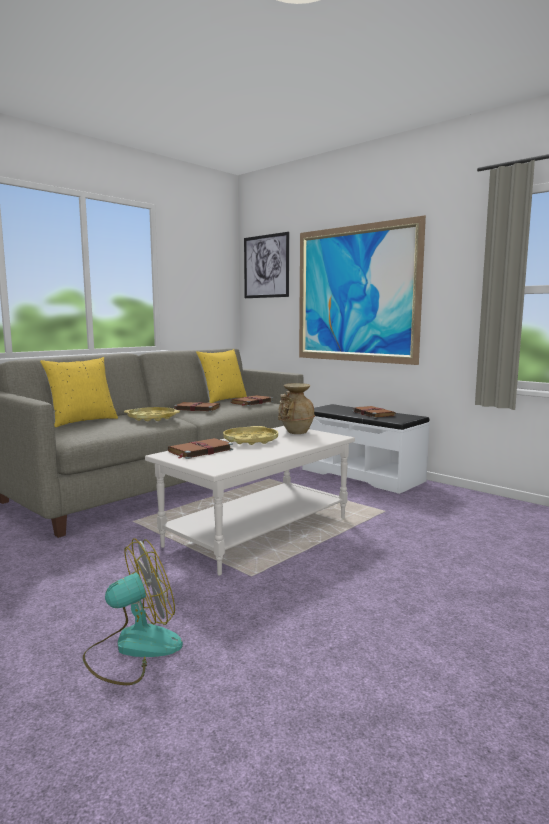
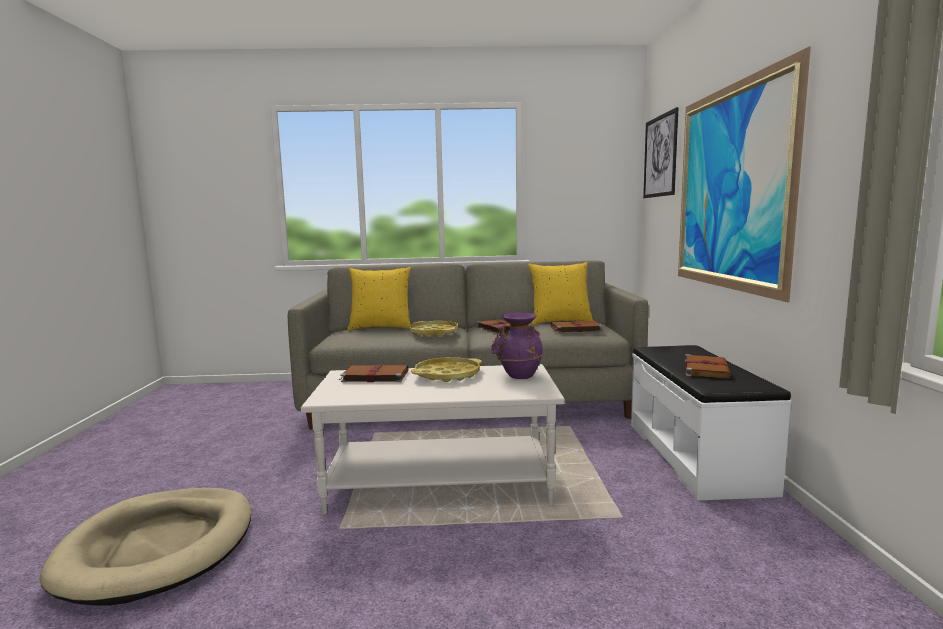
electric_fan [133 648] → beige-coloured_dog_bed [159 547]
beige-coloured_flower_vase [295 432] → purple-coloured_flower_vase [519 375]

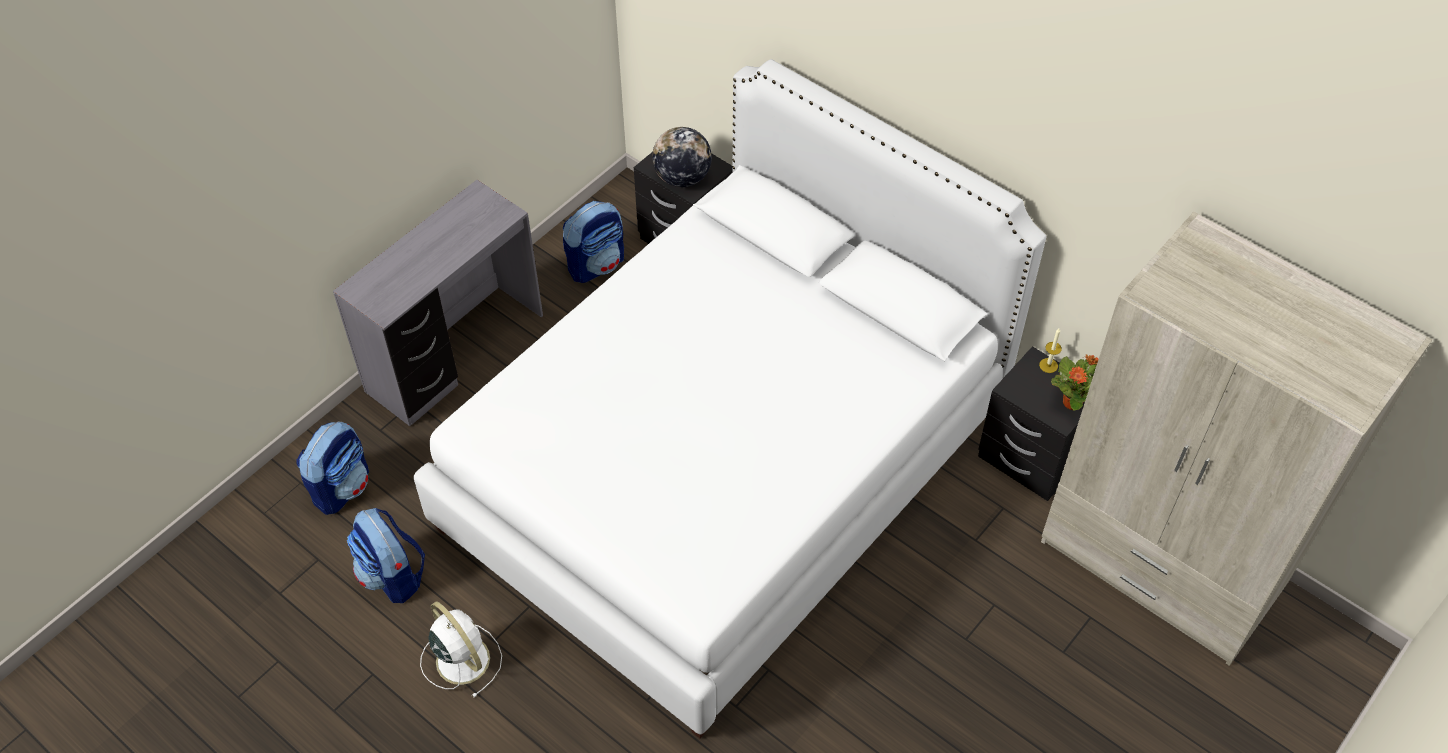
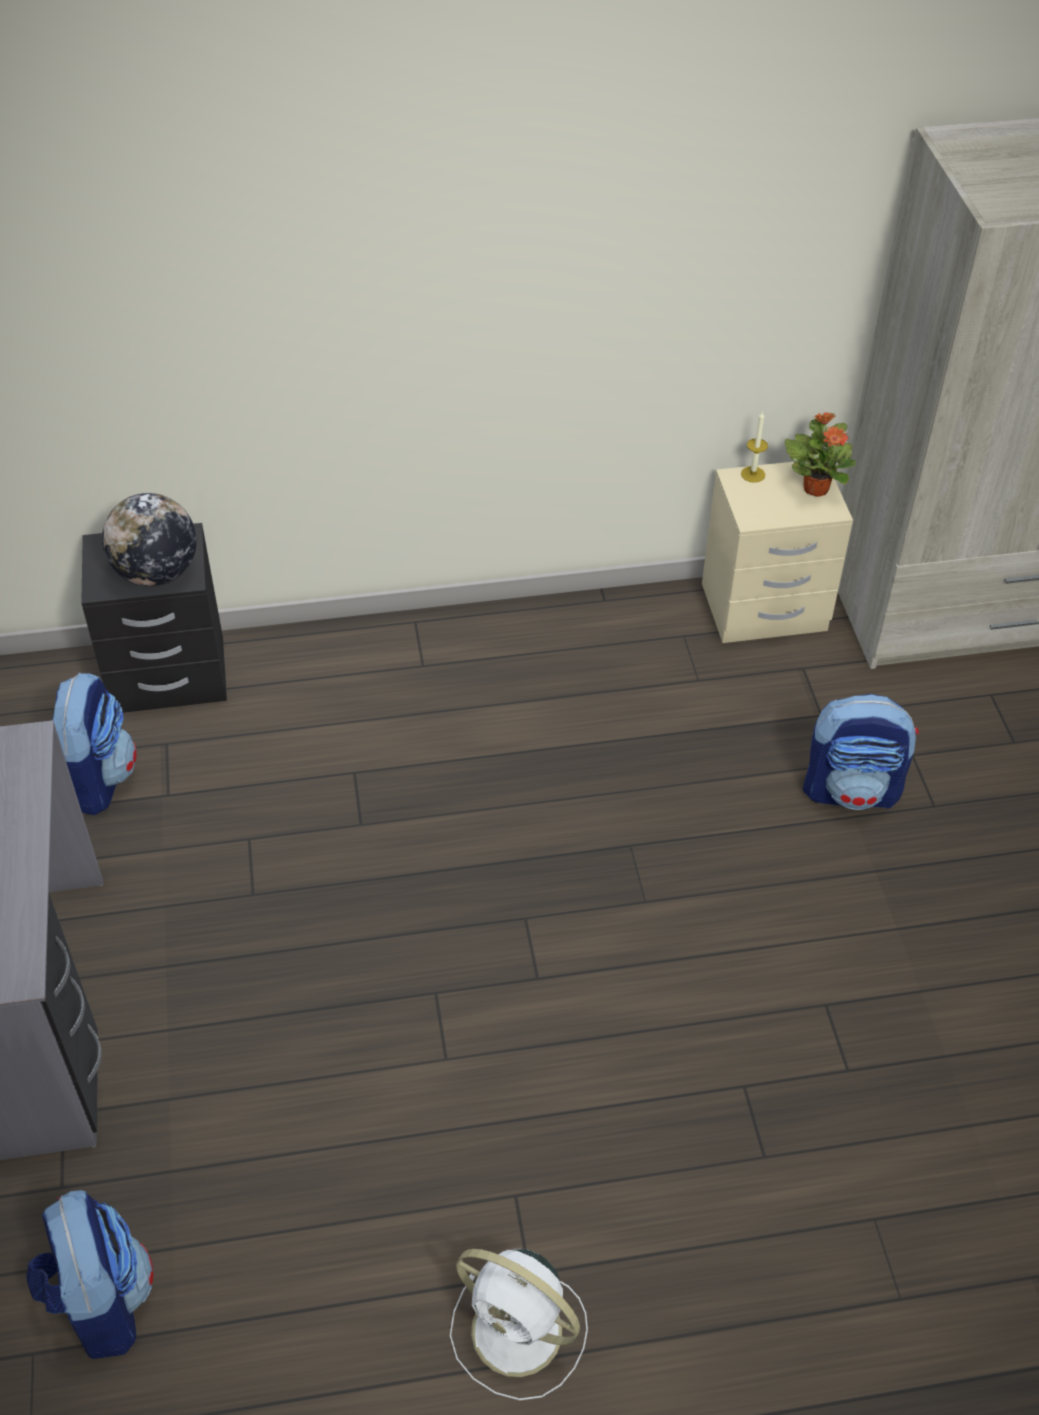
white_bed [724 467] → -
rucksack [393 576] → rucksack [851 790], move
black_bedside_table [1030 458] → beige-coloured_bedside_table [764 608]
white_electric_fan [461 658] → white_electric_fan [520 1333], 150 degrees counterclockwise

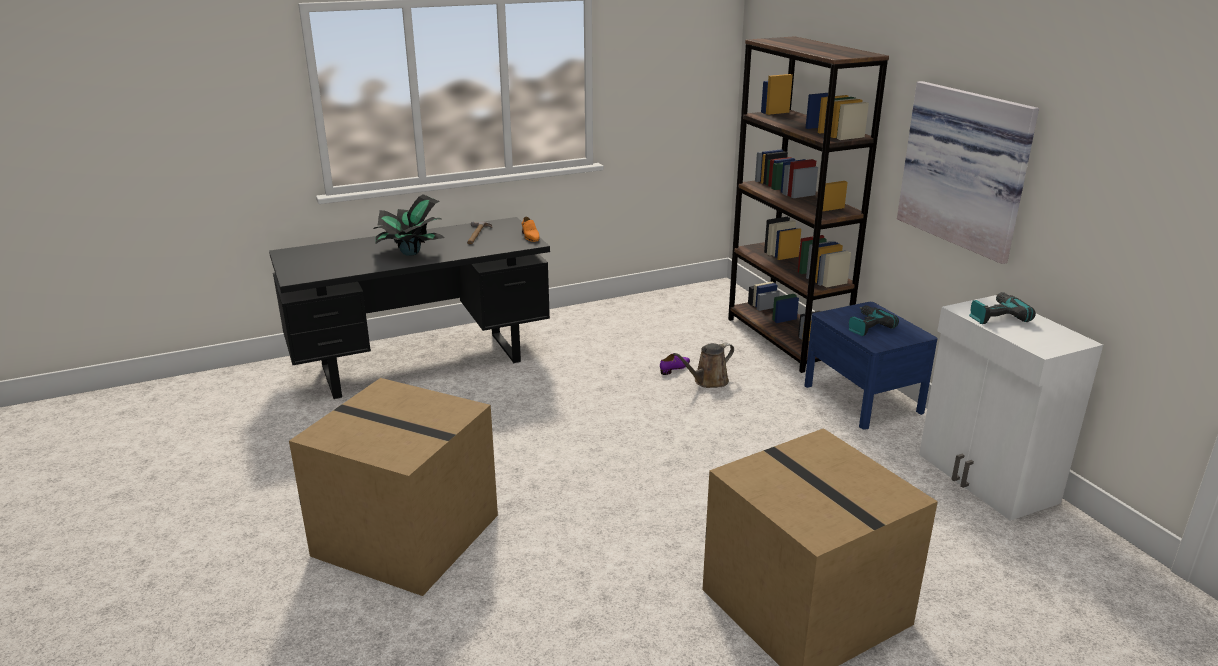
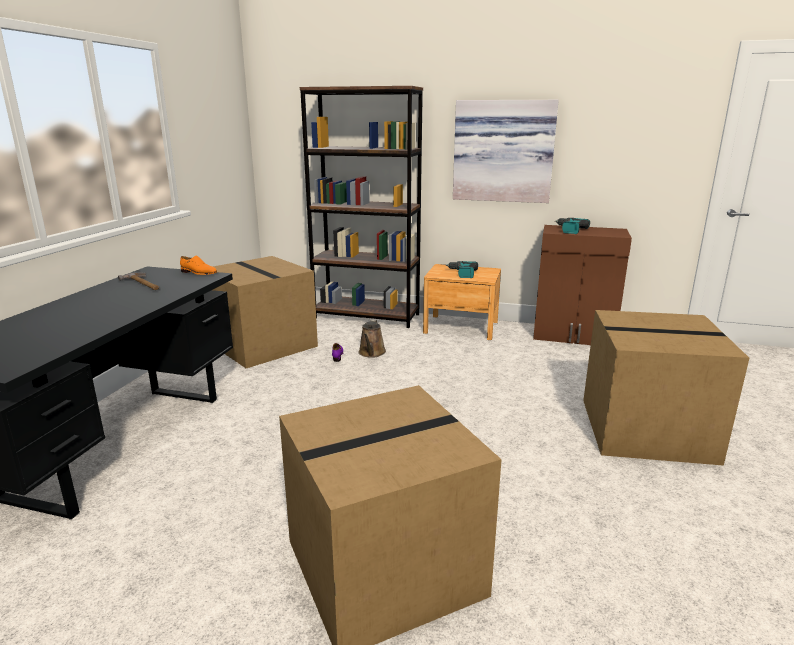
houseplant [411 253] → -
- → cardboard_box [265 345]
blue_bedside_table [862 398] → brownish_bedside_table [461 327]
white_storage_cabinet [986 479] → brownish_storage_cabinet [573 336]

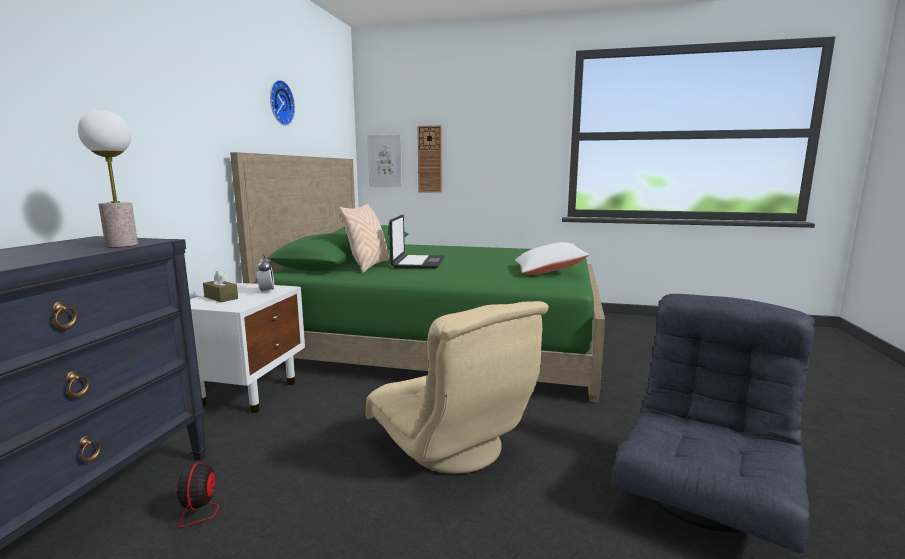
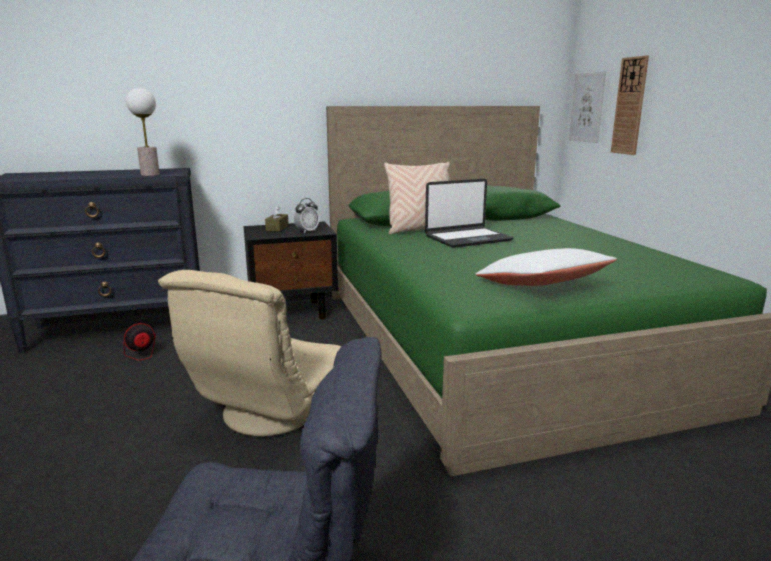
wall_clock [279 103] → -
white_bedside_table [249 392] → black_bedside_table [294 312]

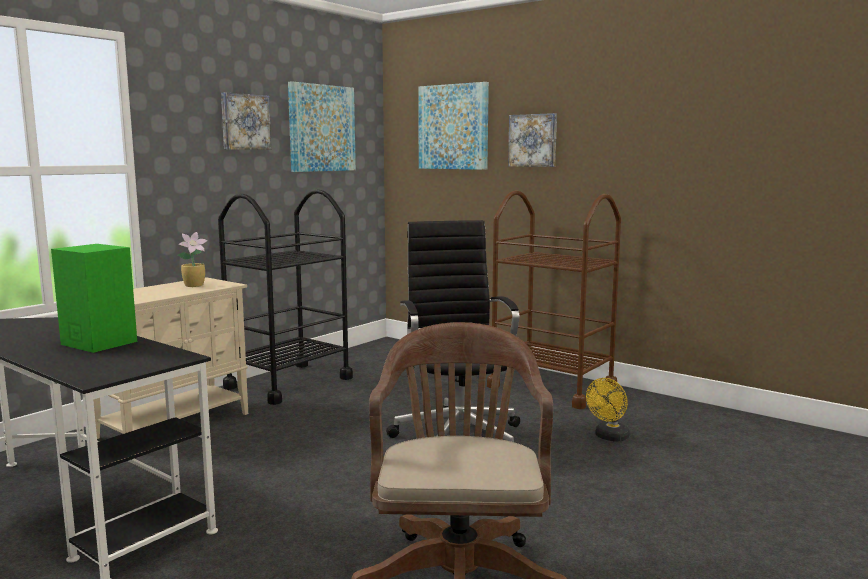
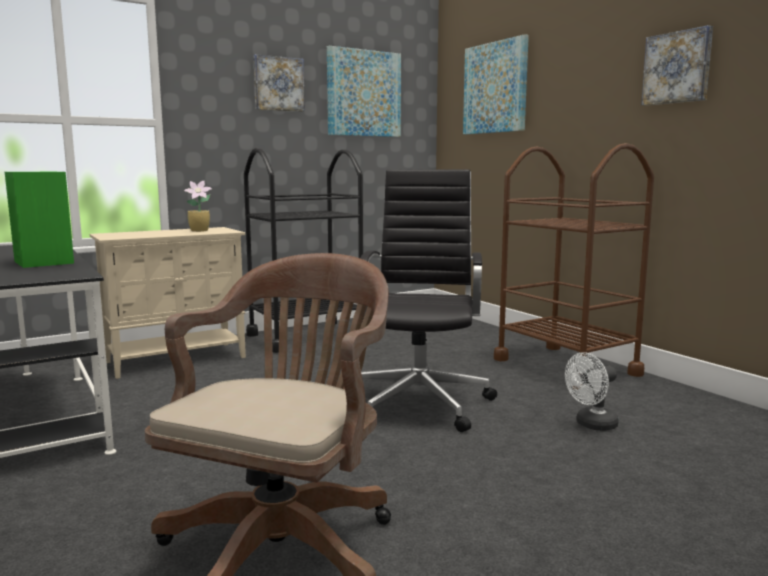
wall_art [533 140] → wall_art [677 68], move
yellow-coloured_electric_fan [609 437] → white_electric_fan [591 425]

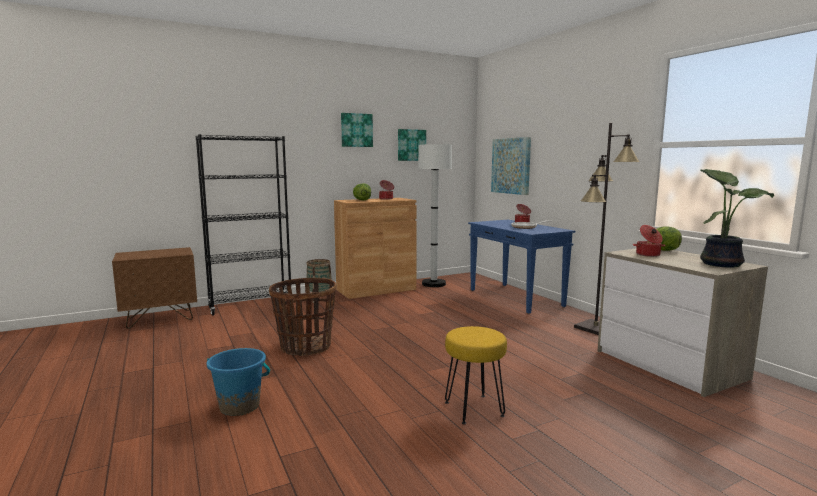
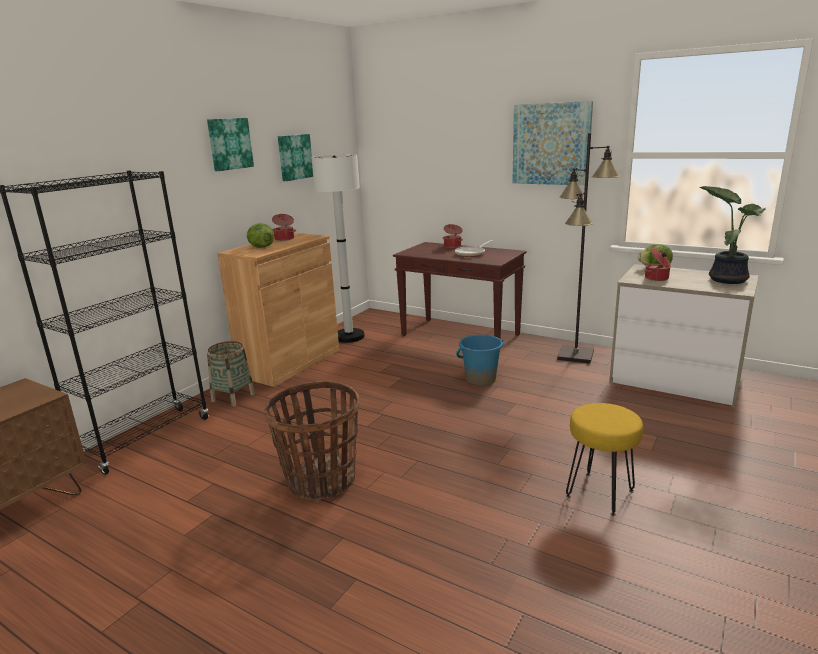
blue_bucket [240 406] → blue_bucket [480 379], move
wall_art [511 166] → wall_art [551 144], move
blue_console_table [516 298] → brownish_console_table [461 335]

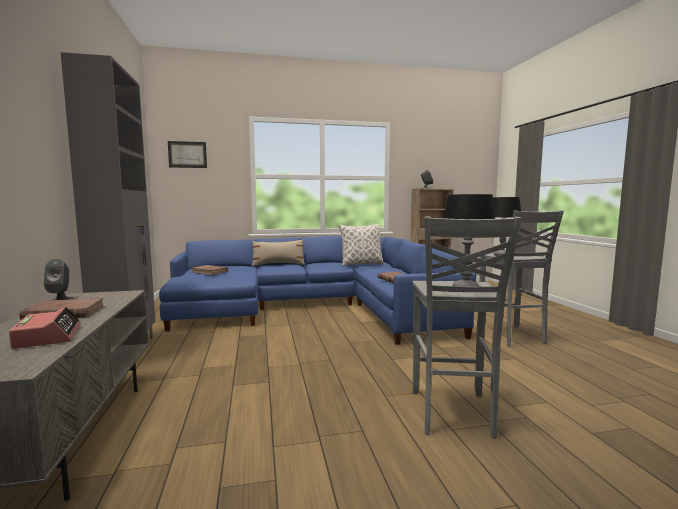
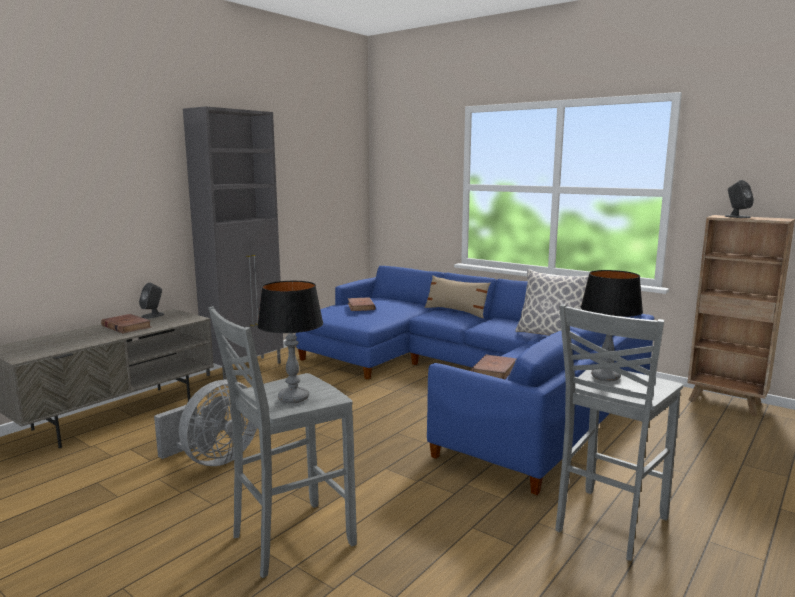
bedside_clock [48 336] → -
wall_art [187 154] → -
- → greyish_electric_fan [214 460]

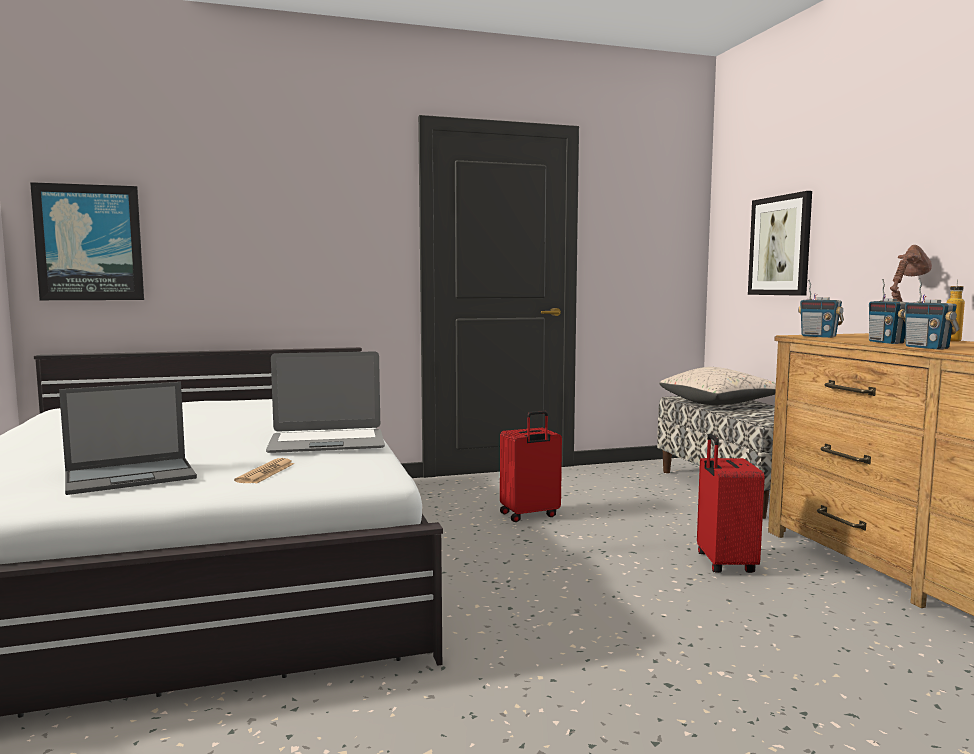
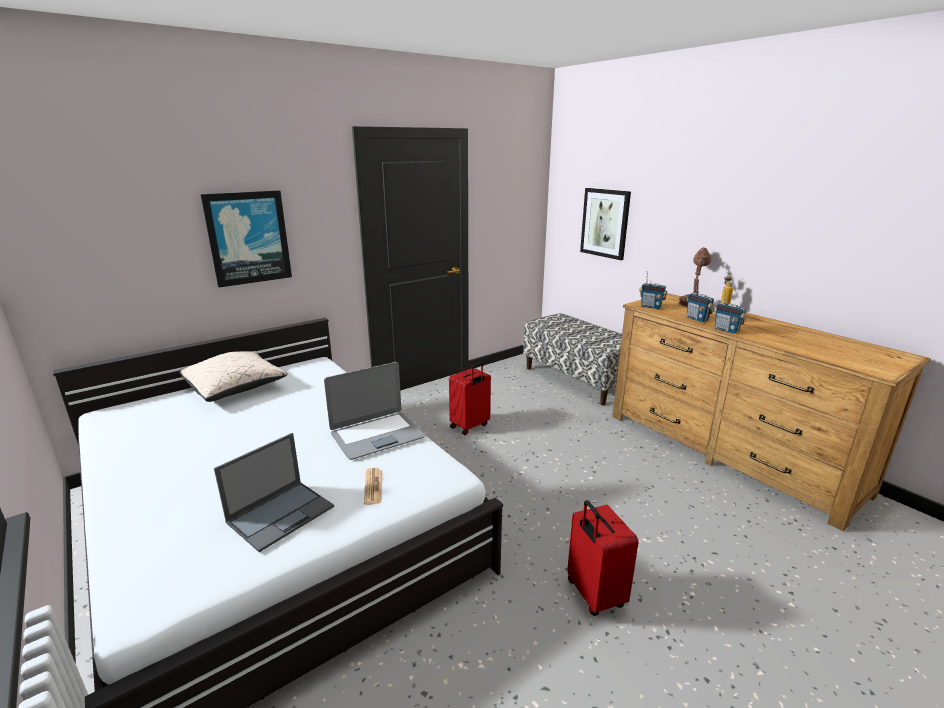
wall_art [89 243] → wall_art [248 238], move
beige-coloured_cushion [719 403] → beige-coloured_cushion [236 388], move
reddish_suitcase [724 564] → reddish_suitcase [594 595], move

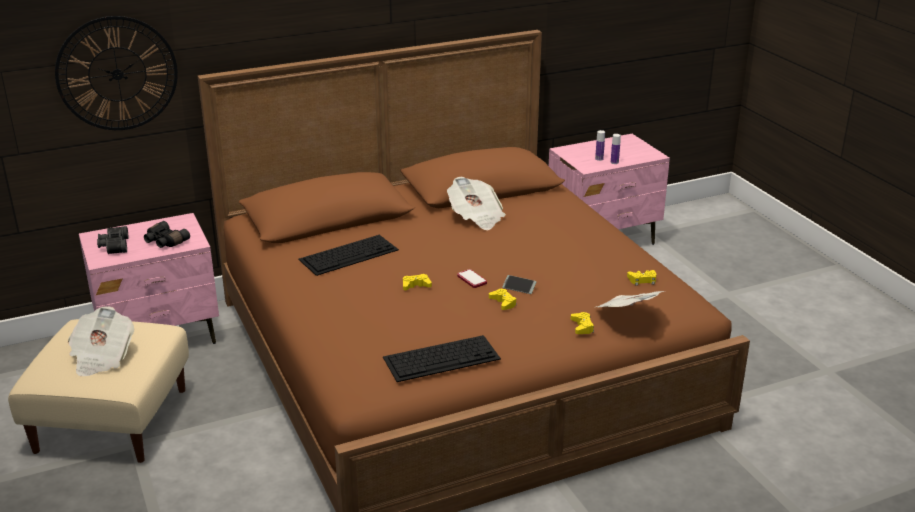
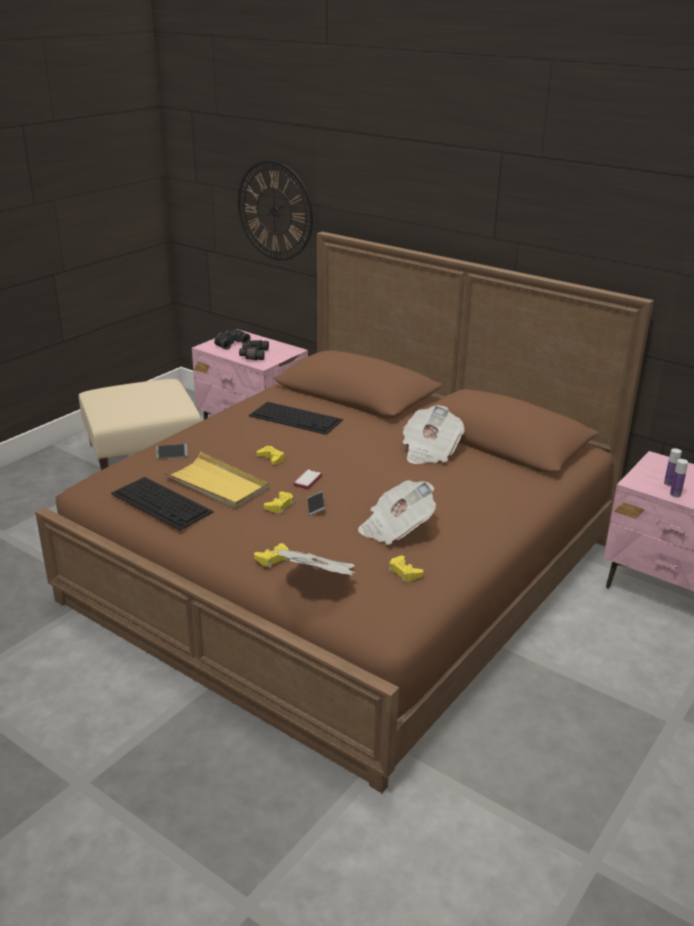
- → telephone [172 454]
- → yellow-coloured_tray [216 484]
printed_paper [102 357] → printed_paper [395 529], move

